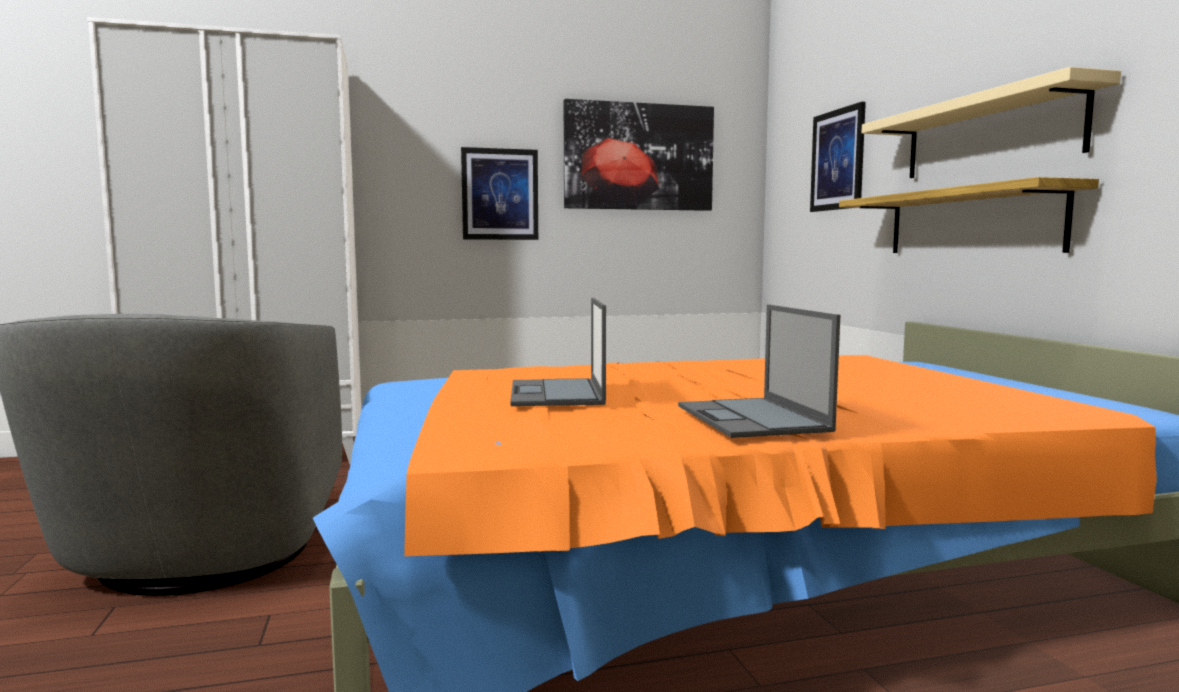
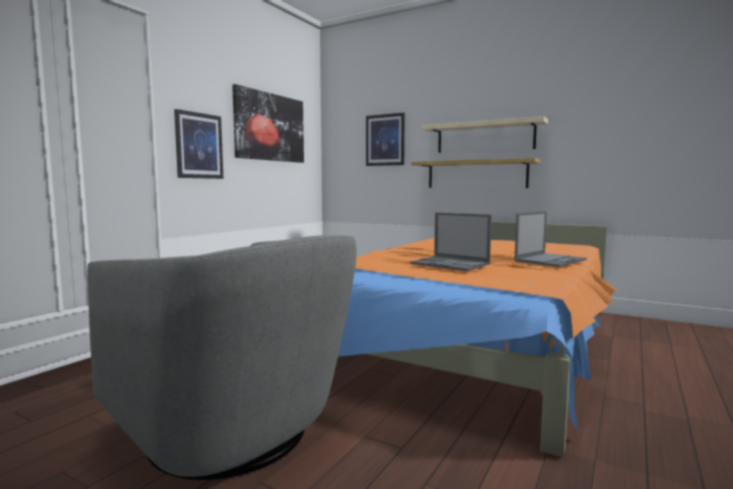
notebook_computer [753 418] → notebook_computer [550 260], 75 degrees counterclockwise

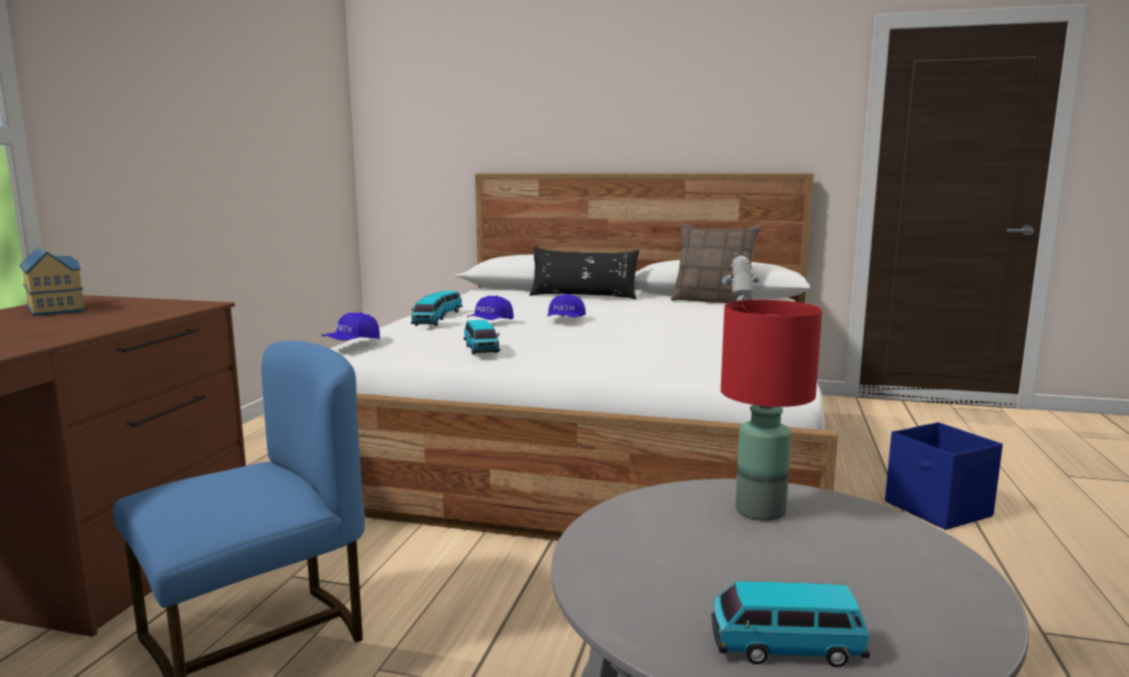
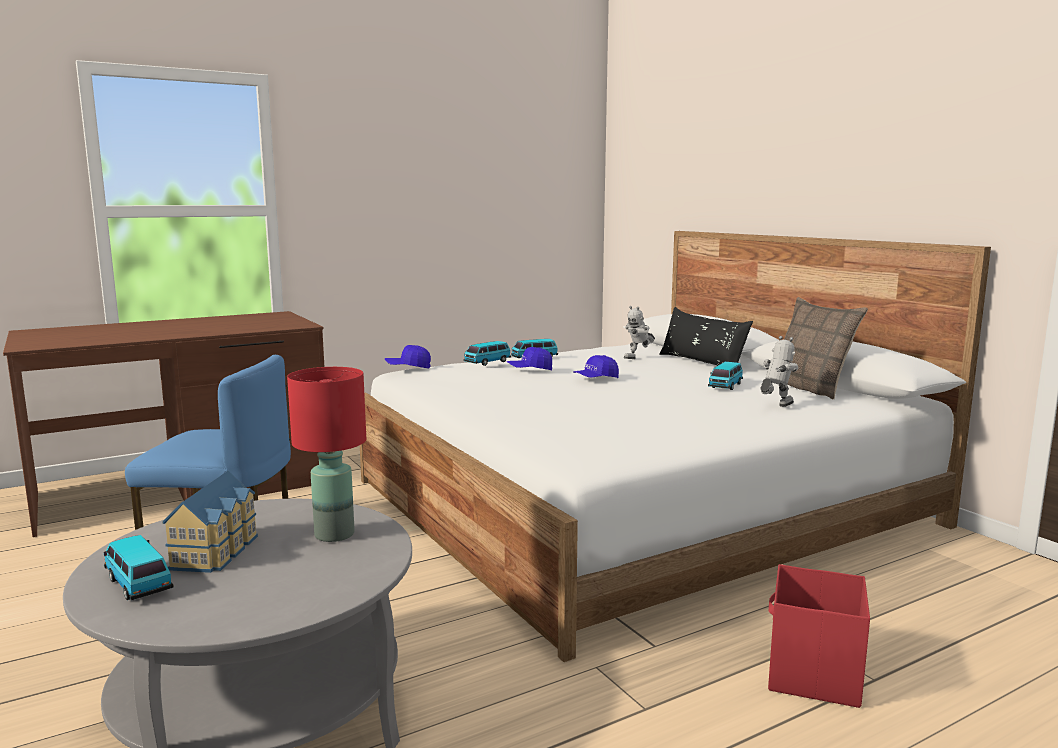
- → toy_robot [639 358]
miniature_house [57 308] → miniature_house [218 551], move
model_car [481 350] → model_car [725 386], move
blue_storage_container [938 510] → reddish_storage_container [812 675]

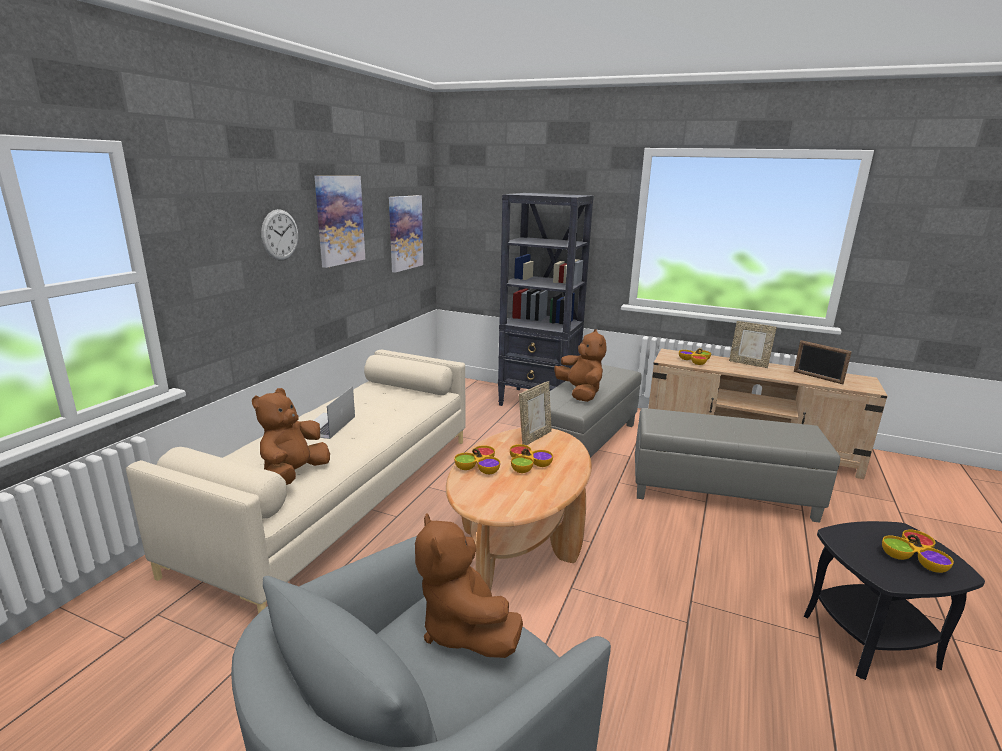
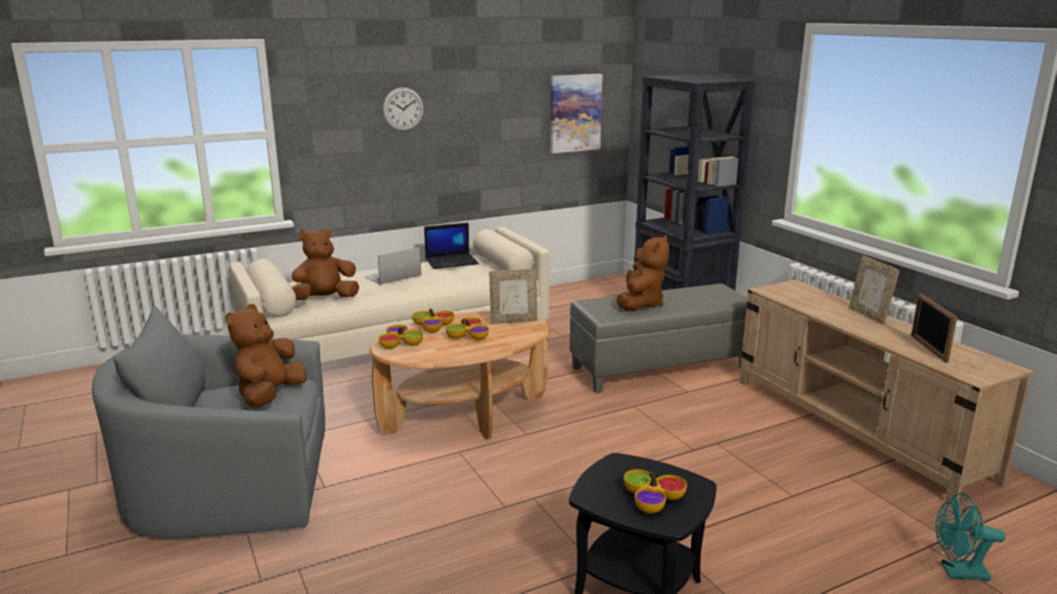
wall_art [339 220] → -
greyish_footrest [720 494] → -
- → notebook_computer [452 262]
- → blue-green_electric_fan [957 572]
deep_dish [695 361] → deep_dish [400 343], move

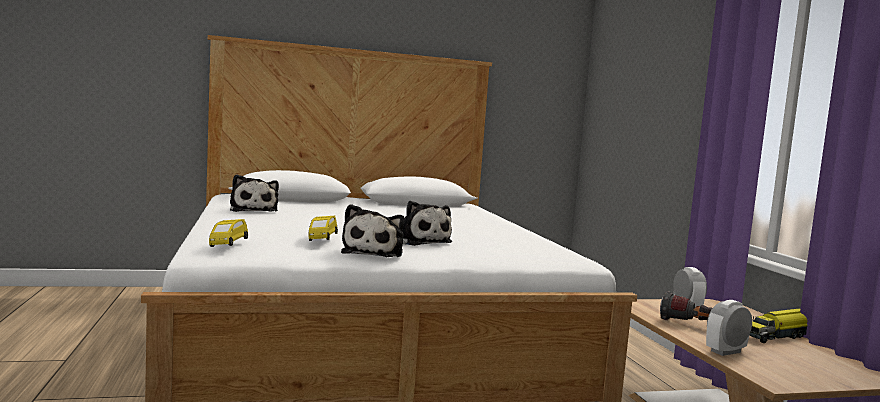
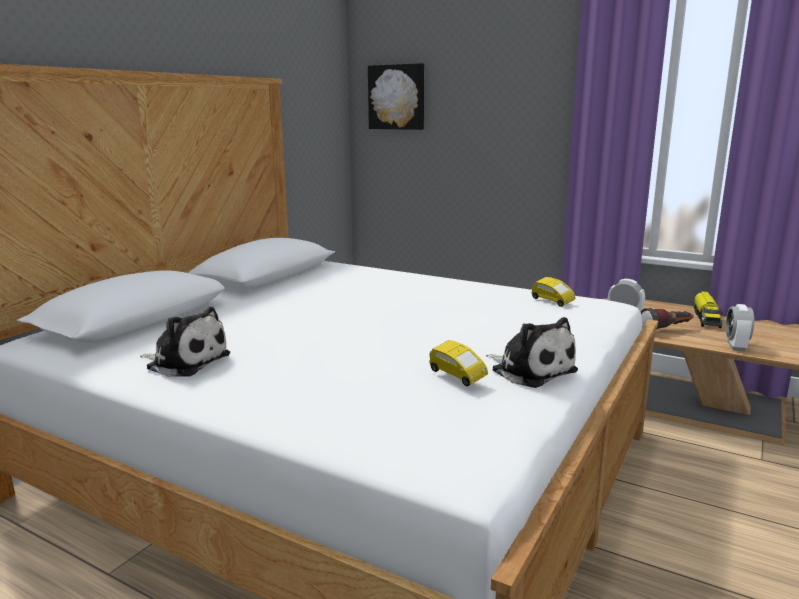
plush_toy [420 241] → -
- → wall_art [397 97]
yellow-coloured_model_car [227 244] → yellow-coloured_model_car [552 301], move

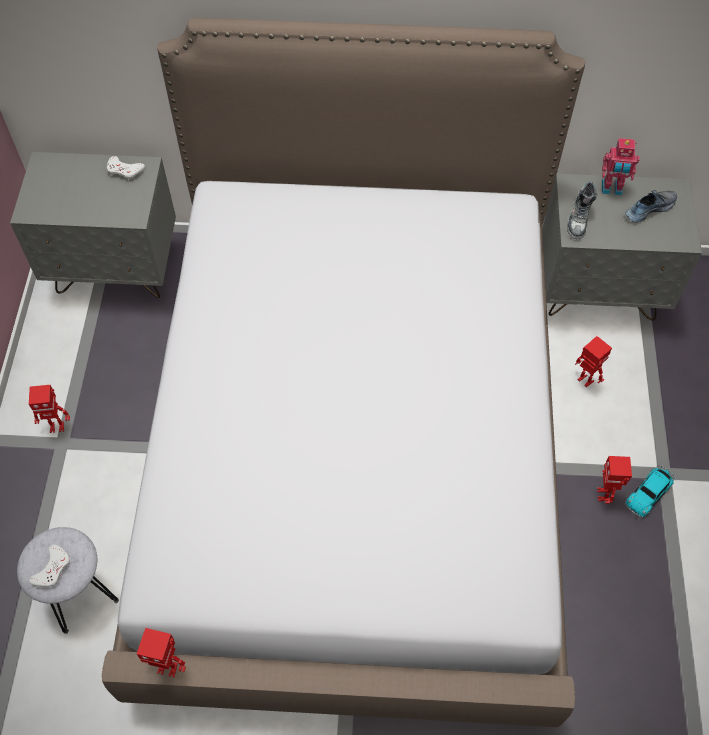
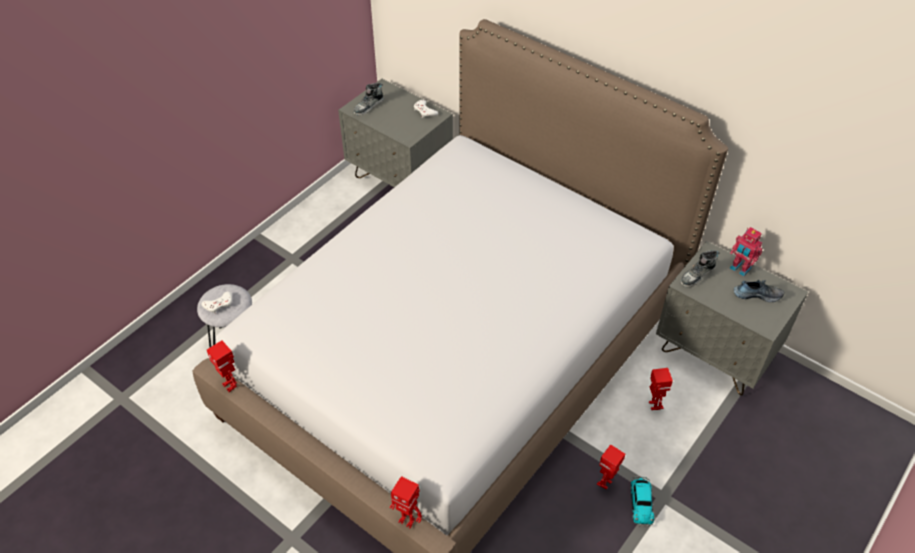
- → low_shoe [368 106]
toy_robot [57 426] → toy_robot [407 520], move
model_car [649 492] → model_car [641 502], 75 degrees counterclockwise

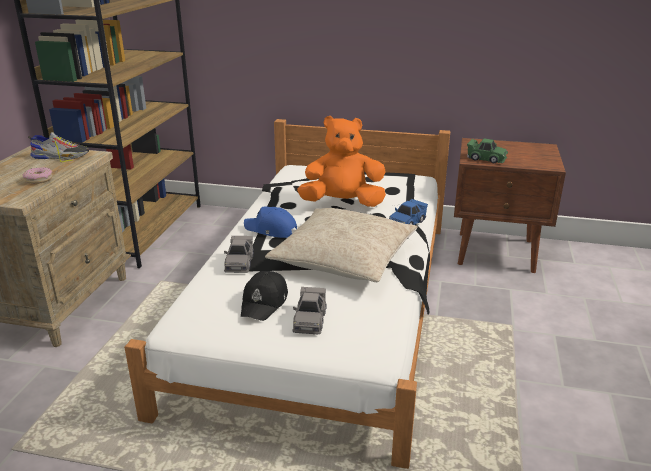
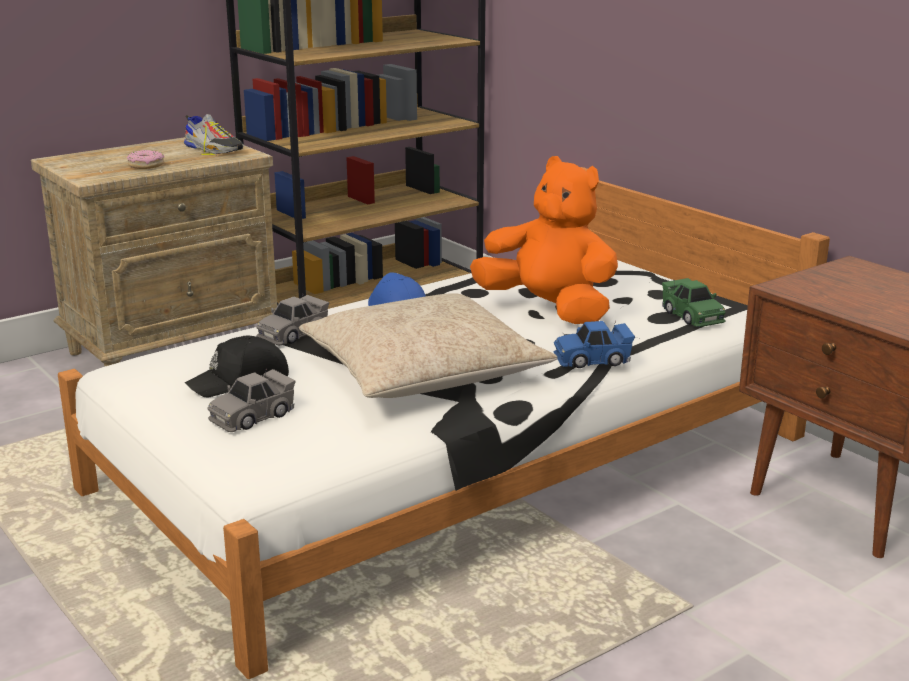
green-coloured_model_car [486 159] → green-coloured_model_car [692 316], move

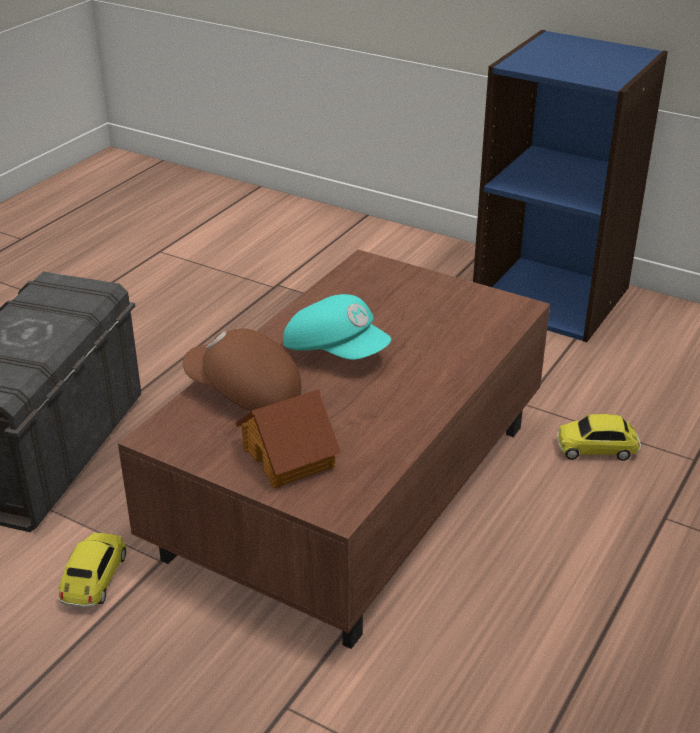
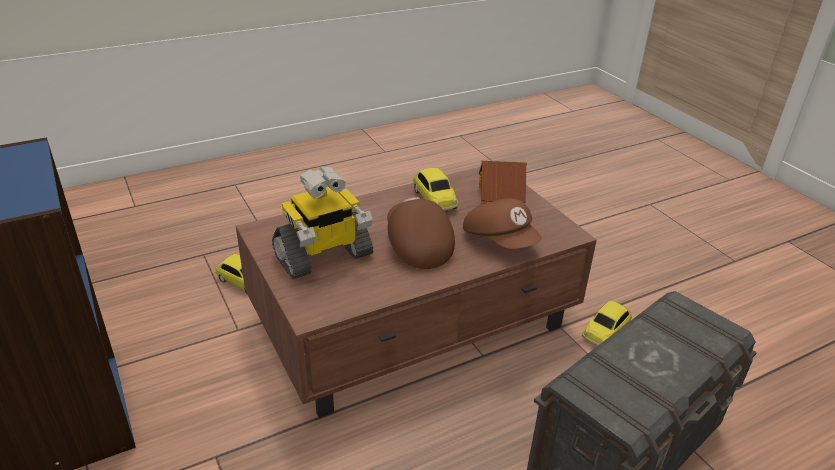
- → toy_robot [323 256]
- → model_car [434 199]
blue-green_baseball_cap [336 351] → brownish_baseball_cap [416 245]

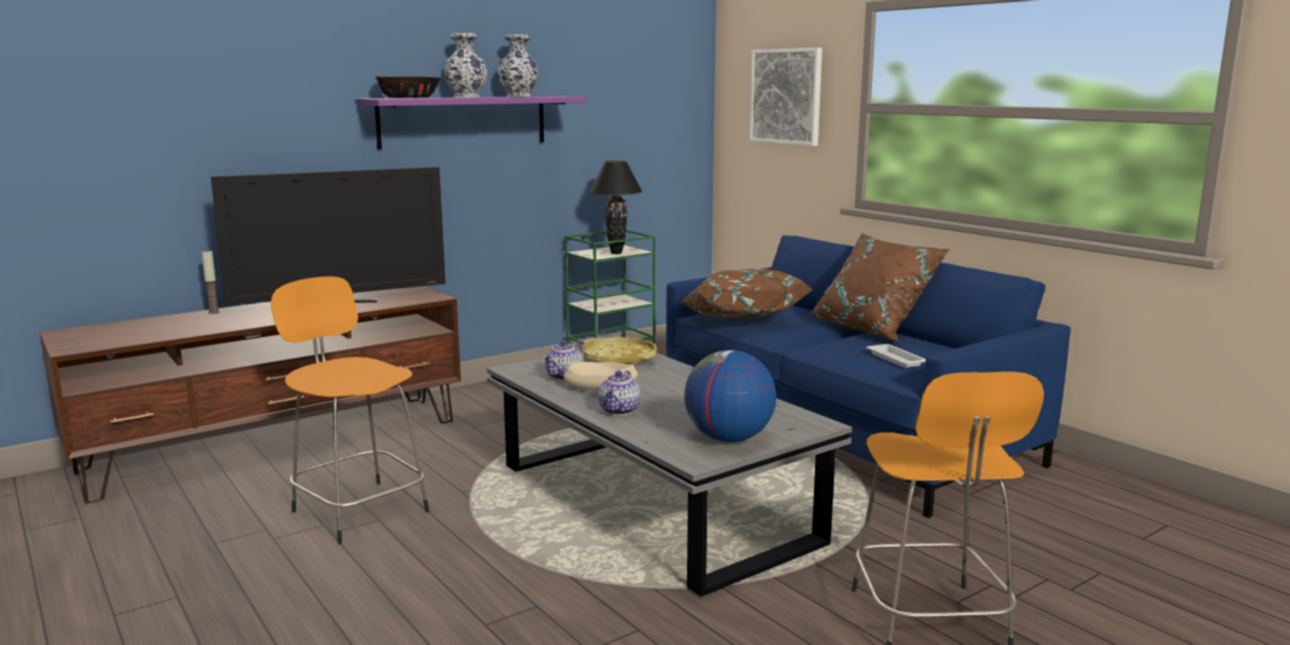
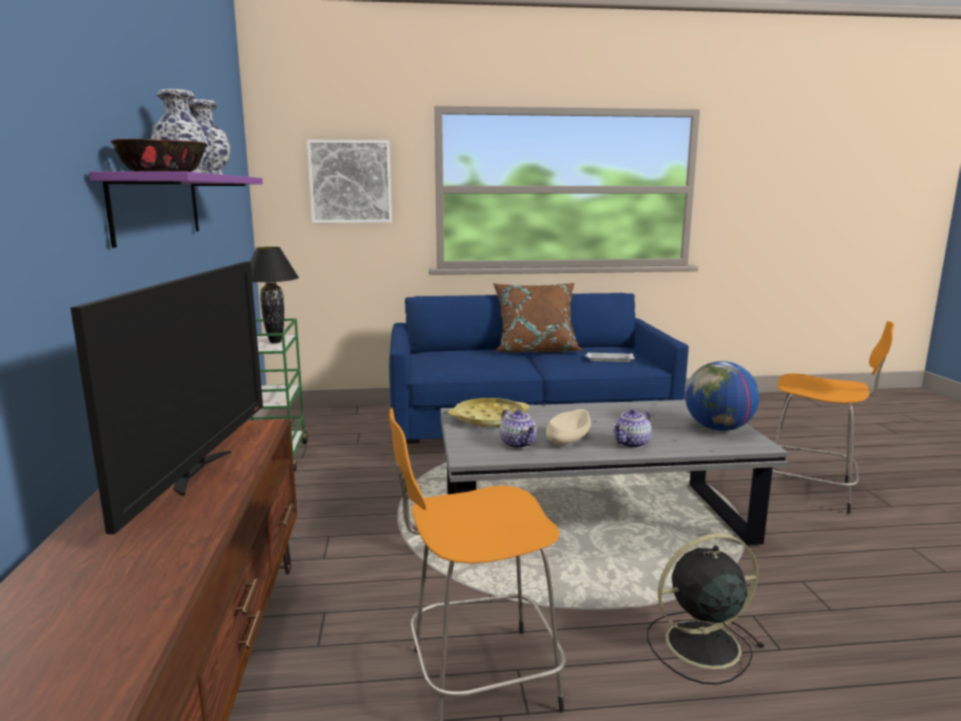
wax_candle [213 312] → -
brownish_cushion [741 320] → -
- → black_electric_fan [699 645]
teapot [620 411] → teapot [632 444], 90 degrees clockwise

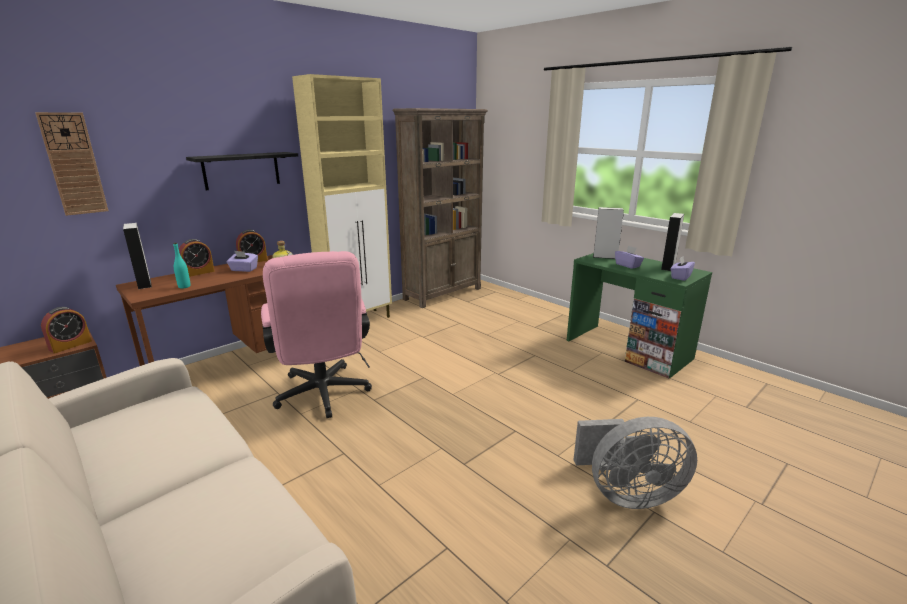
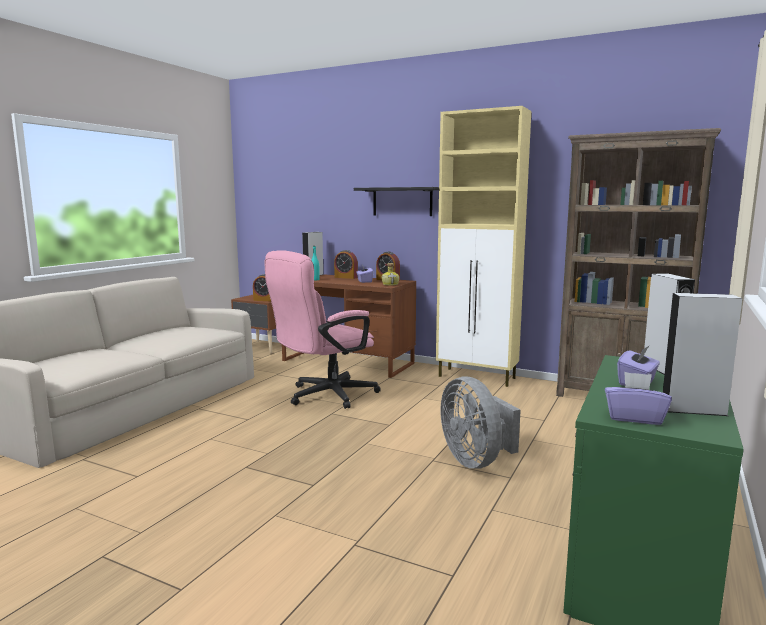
wall_clock [73 164] → -
greyish_electric_fan [627 494] → greyish_electric_fan [476 460], move

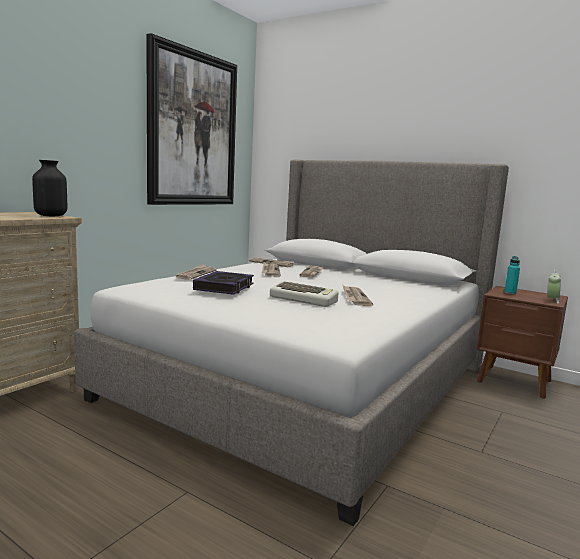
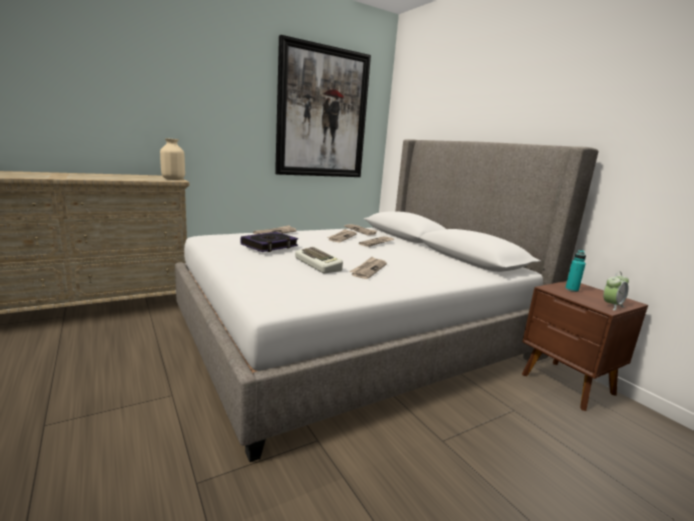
black_flower_vase [51 216] → beige-coloured_flower_vase [173 179]

